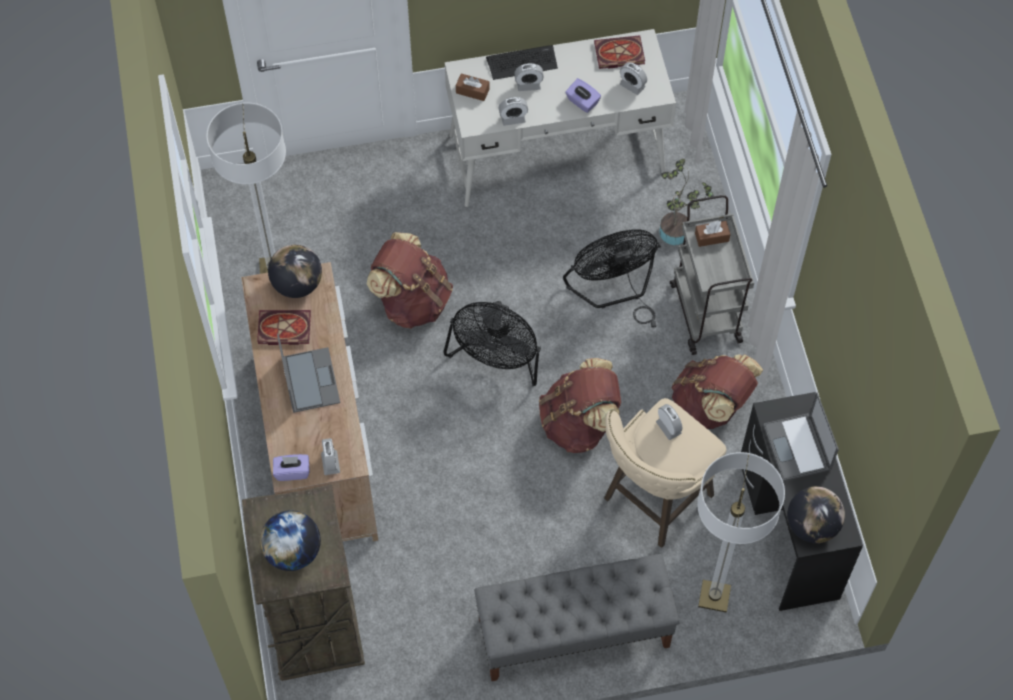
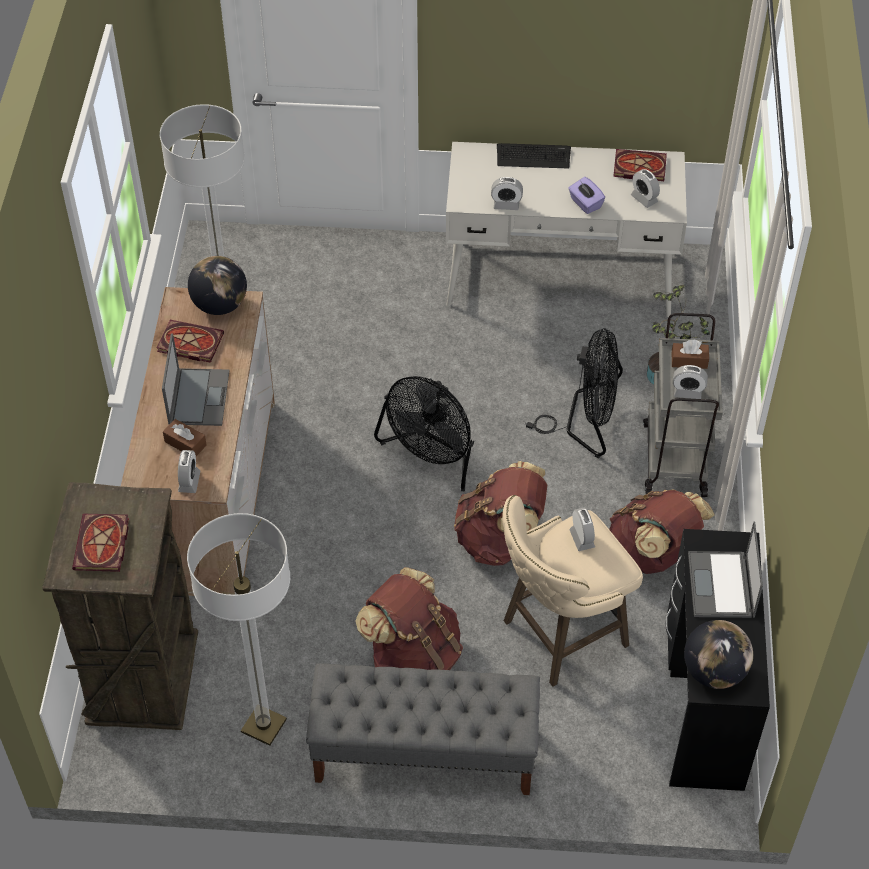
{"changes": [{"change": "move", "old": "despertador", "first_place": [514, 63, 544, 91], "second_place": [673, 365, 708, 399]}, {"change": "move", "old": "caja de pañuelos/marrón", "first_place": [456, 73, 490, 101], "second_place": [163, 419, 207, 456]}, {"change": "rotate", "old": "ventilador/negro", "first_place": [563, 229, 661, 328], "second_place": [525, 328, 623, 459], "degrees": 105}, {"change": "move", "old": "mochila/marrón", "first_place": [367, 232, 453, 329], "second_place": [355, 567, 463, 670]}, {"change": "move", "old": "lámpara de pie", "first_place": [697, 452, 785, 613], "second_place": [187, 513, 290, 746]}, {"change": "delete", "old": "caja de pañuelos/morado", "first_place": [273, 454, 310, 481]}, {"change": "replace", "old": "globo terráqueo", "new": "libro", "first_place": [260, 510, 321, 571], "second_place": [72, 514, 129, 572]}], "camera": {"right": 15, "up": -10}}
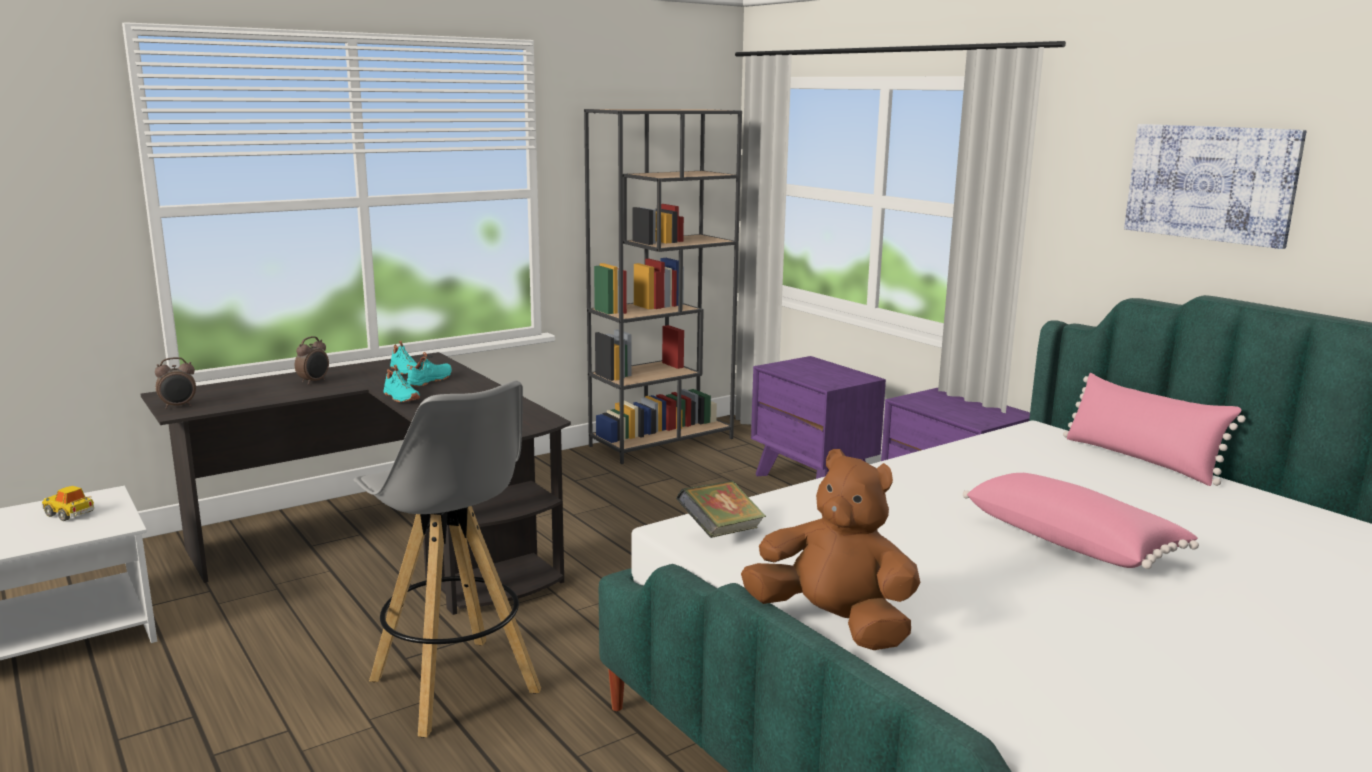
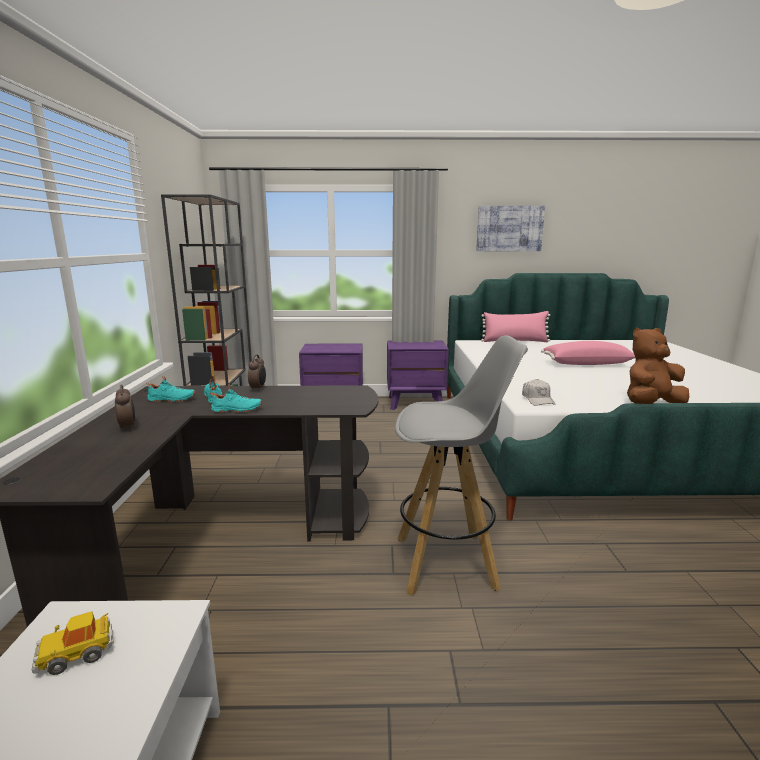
{"changes": [{"change": "move", "old": "despertador", "first_place": [155, 357, 196, 409], "second_place": [248, 355, 266, 391]}, {"change": "replace", "old": "libro", "new": "gorra/blanco", "first_place": [676, 481, 766, 538], "second_place": [522, 379, 555, 406]}], "camera": {"right": -55, "up": 0}}
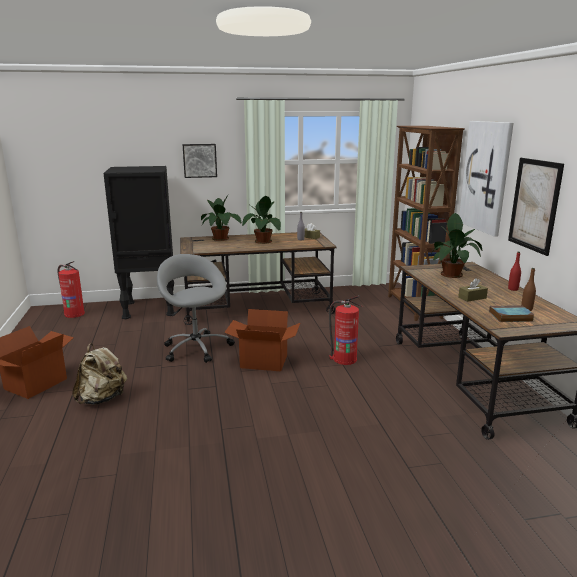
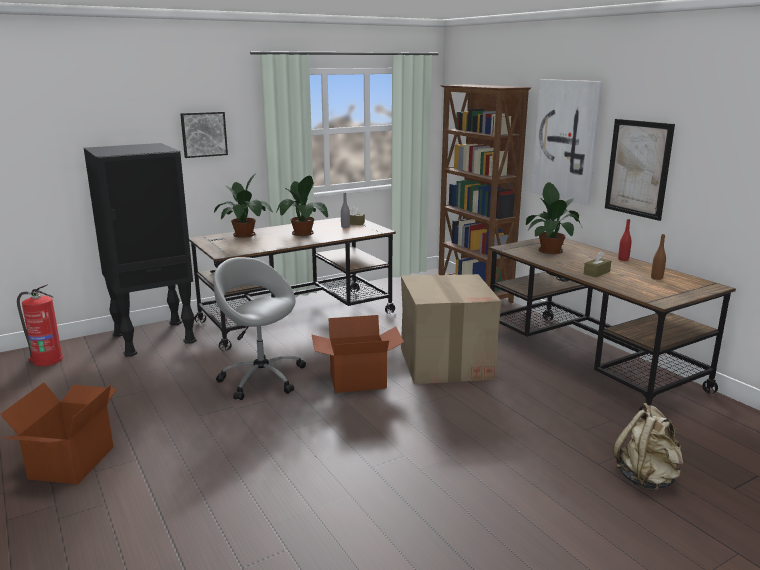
{"changes": [{"change": "replace", "old": "extintor", "new": "caja de cartón", "first_place": [329, 296, 362, 365], "second_place": [401, 274, 502, 384]}, {"change": "delete", "old": "libro", "first_place": [489, 305, 535, 322]}, {"change": "move", "old": "mochila/beis", "first_place": [72, 343, 127, 405], "second_place": [613, 403, 683, 491]}], "camera": {"right": -20, "up": 0}}
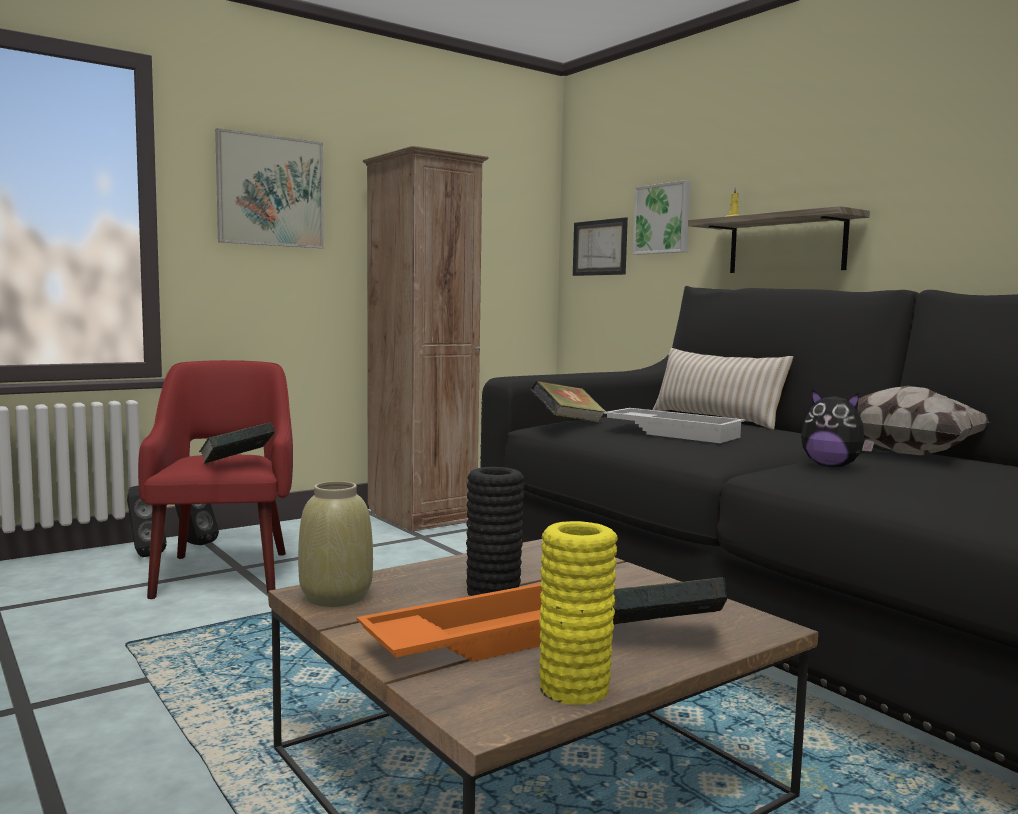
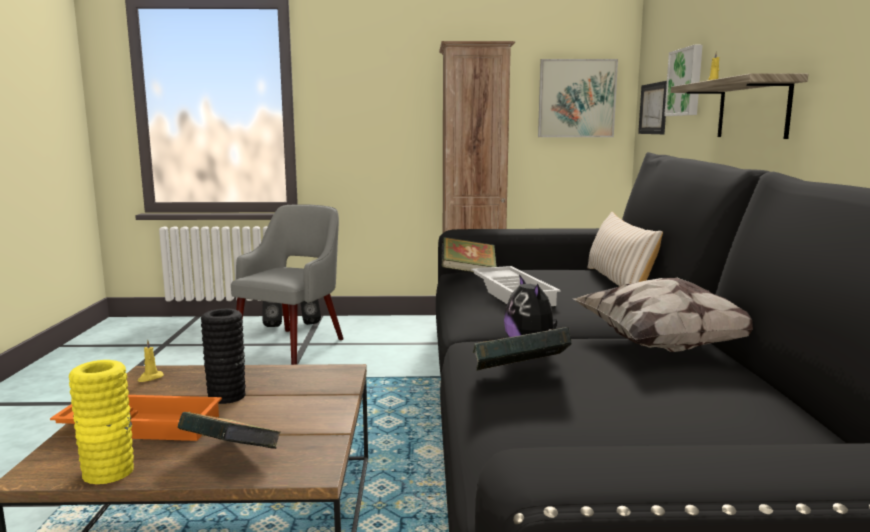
{"changes": [{"change": "move", "old": "cuadro", "first_place": [215, 128, 324, 248], "second_place": [538, 59, 618, 137]}, {"change": "recolor", "old": "sillón/rojo", "new": "sillón/gris", "first_place": [138, 360, 293, 599], "second_place": [231, 204, 343, 365]}, {"change": "move", "old": "libro", "first_place": [199, 422, 275, 464], "second_place": [473, 327, 572, 371]}, {"change": "replace", "old": "florero/beis", "new": "vela/amarillo", "first_place": [298, 481, 373, 607], "second_place": [137, 340, 164, 382]}], "camera": {"right": 35, "up": 5}}
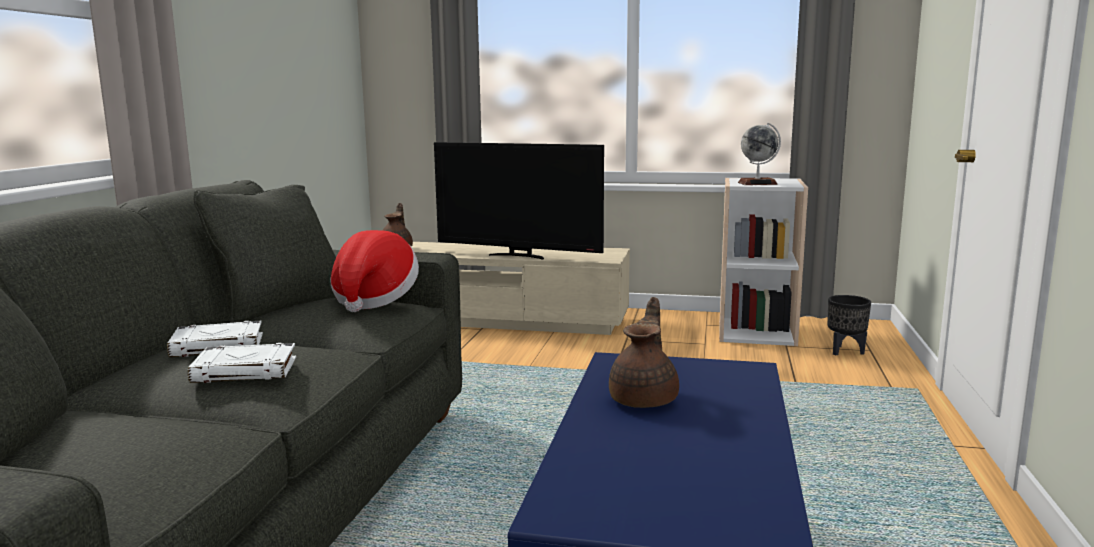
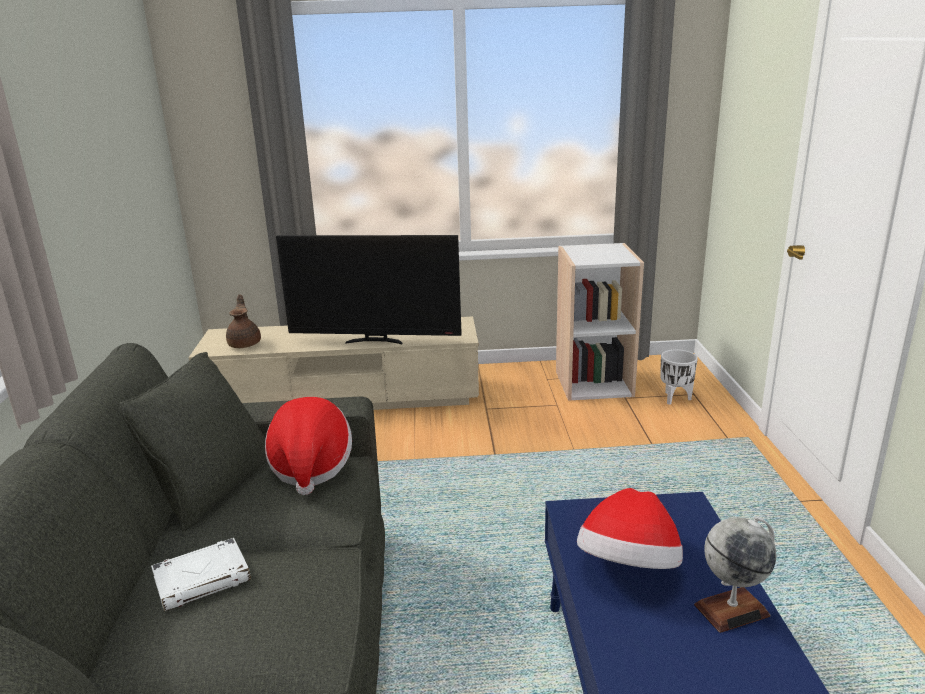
{"changes": [{"change": "move", "old": "globo terráqueo", "first_place": [738, 123, 781, 185], "second_place": [694, 516, 777, 633]}, {"change": "recolor", "old": "maceta/negro", "new": "maceta/blanco", "first_place": [828, 295, 871, 355], "second_place": [660, 349, 698, 405]}, {"change": "replace", "old": "tetera/marrón", "new": "sombrero", "first_place": [609, 297, 679, 408], "second_place": [577, 488, 683, 569]}, {"change": "delete", "old": "libro/blanco", "first_place": [188, 343, 296, 383]}], "camera": {"right": -15, "up": 10}}
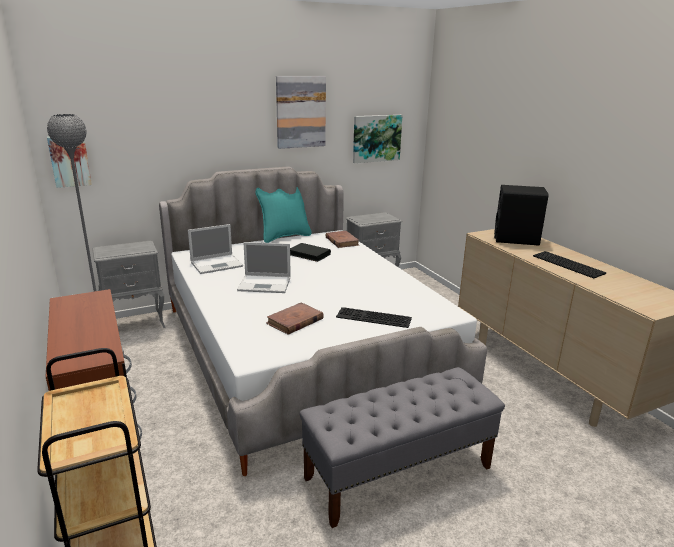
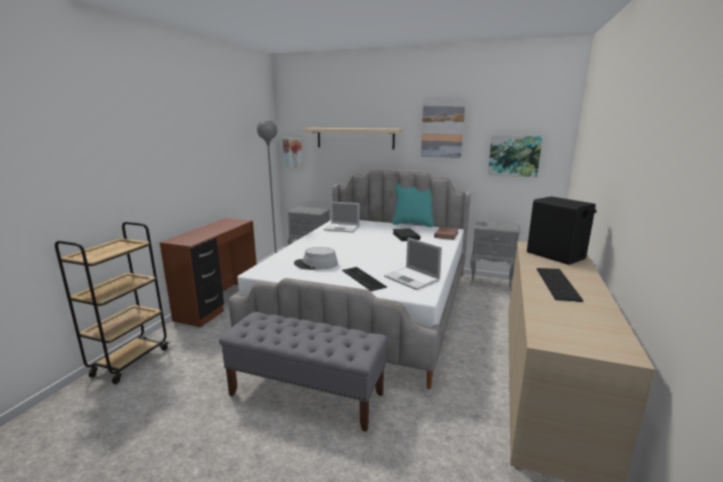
{"changes": [{"change": "move", "old": "portátil", "first_place": [237, 242, 291, 293], "second_place": [384, 237, 442, 290]}, {"change": "replace", "old": "libro/marrón", "new": "sombrero/gris", "first_place": [266, 302, 324, 335], "second_place": [294, 247, 338, 270]}, {"change": "insert", "new": "estante/beis", "second_place": [304, 128, 402, 150]}], "camera": {"right": 45, "up": -5}}
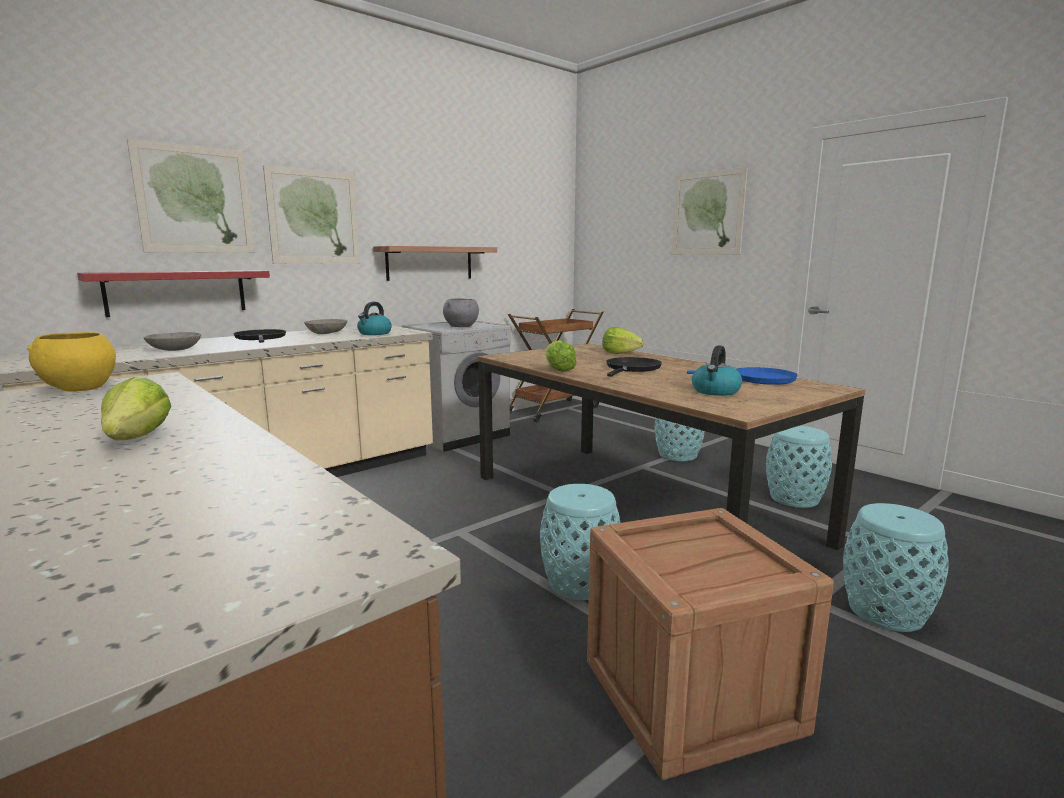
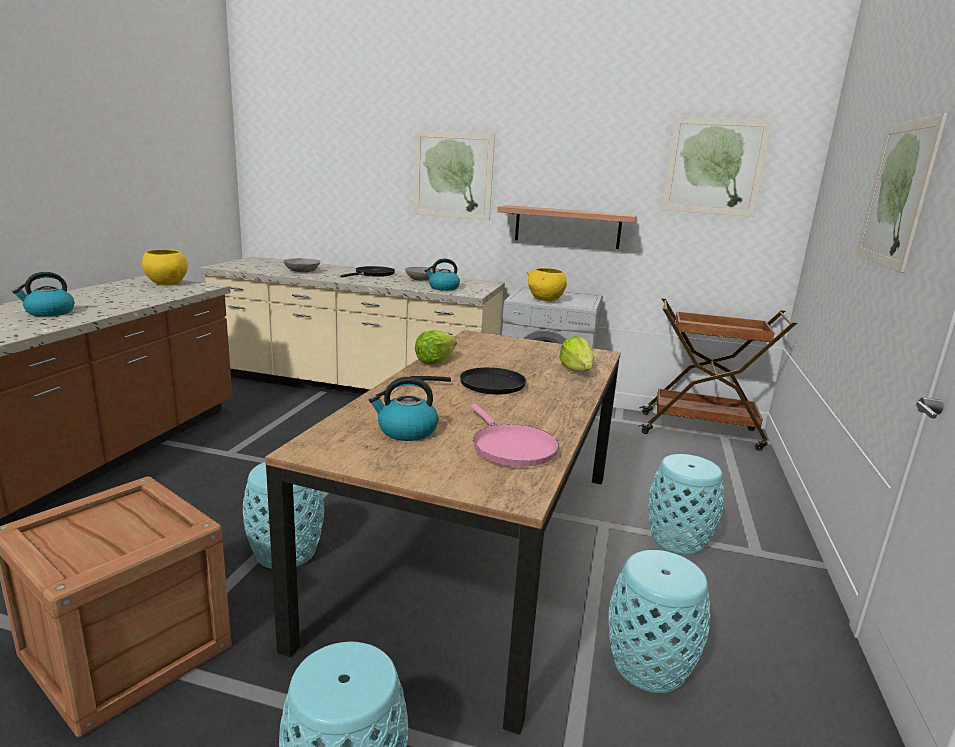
{"changes": [{"change": "move", "old": "cuadro", "first_place": [127, 139, 255, 253], "second_place": [662, 116, 773, 217]}, {"change": "delete", "old": "estante/rojo", "first_place": [77, 270, 270, 317]}, {"change": "recolor", "old": "cuenco/gris", "new": "cuenco/amarillo", "first_place": [443, 299, 479, 327], "second_place": [527, 268, 567, 302]}, {"change": "recolor", "old": "sartén/azul", "new": "sartén/rosa", "first_place": [687, 367, 798, 385], "second_place": [470, 404, 559, 467]}, {"change": "replace", "old": "lechuga", "new": "hervidor", "first_place": [101, 377, 171, 440], "second_place": [12, 272, 74, 317]}], "camera": {"right": 55, "up": 5}}
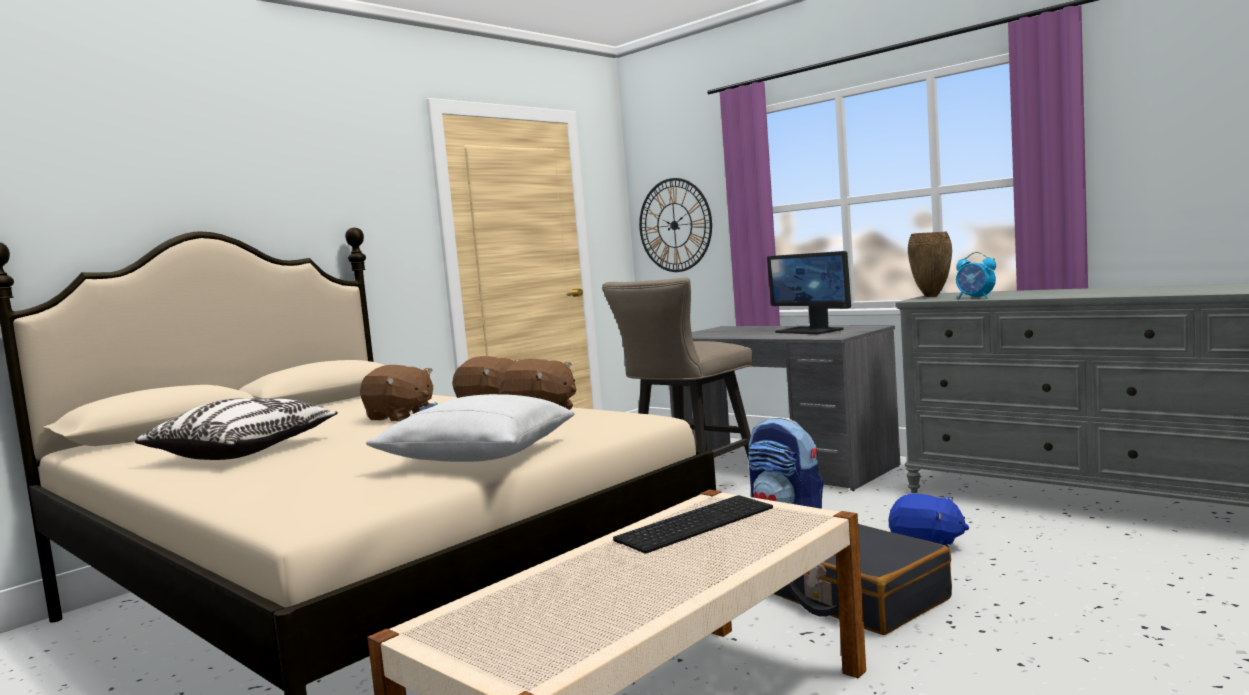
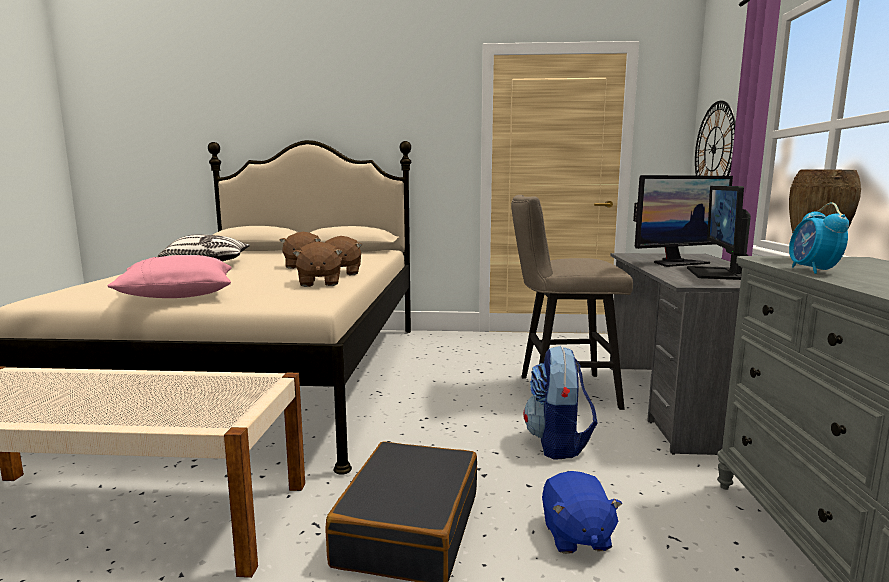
{"changes": [{"change": "recolor", "old": "cojín/gris", "new": "cojín/rosa", "first_place": [366, 394, 574, 462], "second_place": [107, 255, 231, 298]}, {"change": "delete", "old": "teclado", "first_place": [613, 495, 773, 553]}, {"change": "insert", "new": "monitor", "second_place": [633, 175, 733, 267]}], "camera": {"right": 50, "up": 5}}
